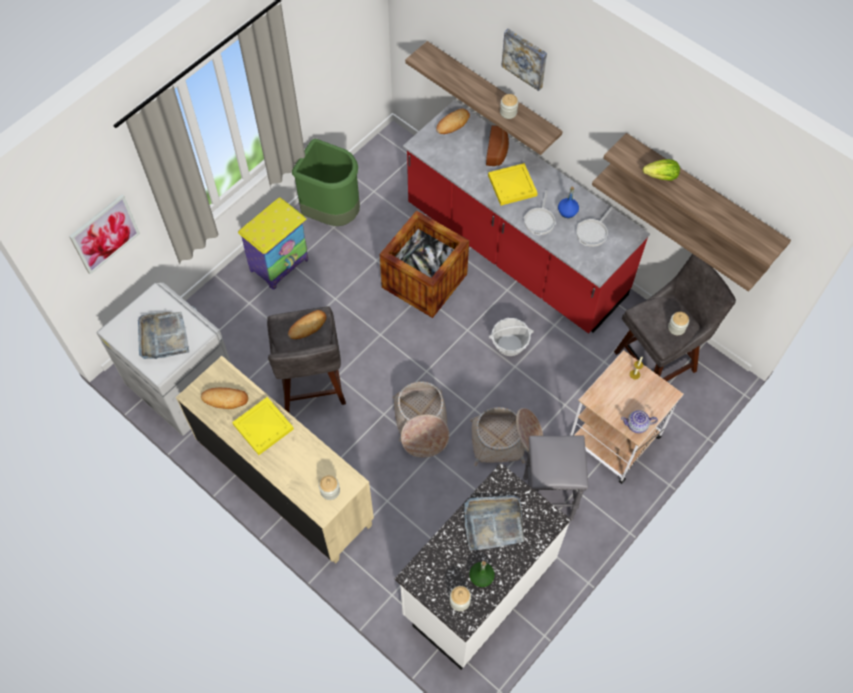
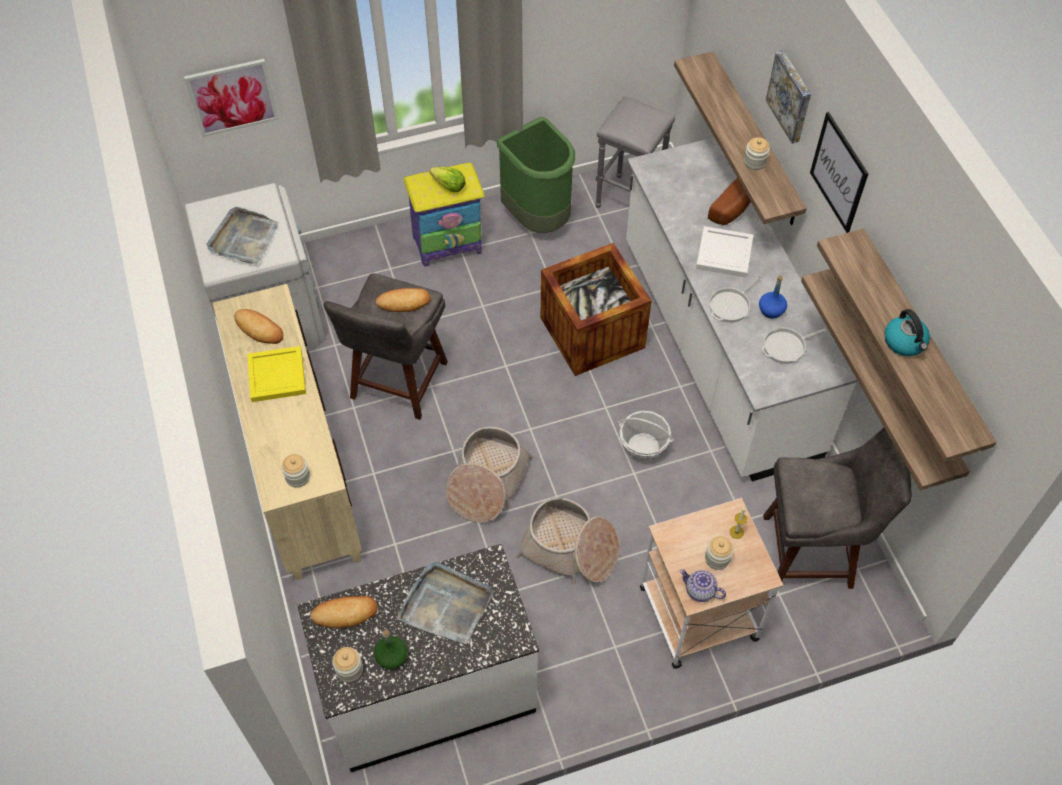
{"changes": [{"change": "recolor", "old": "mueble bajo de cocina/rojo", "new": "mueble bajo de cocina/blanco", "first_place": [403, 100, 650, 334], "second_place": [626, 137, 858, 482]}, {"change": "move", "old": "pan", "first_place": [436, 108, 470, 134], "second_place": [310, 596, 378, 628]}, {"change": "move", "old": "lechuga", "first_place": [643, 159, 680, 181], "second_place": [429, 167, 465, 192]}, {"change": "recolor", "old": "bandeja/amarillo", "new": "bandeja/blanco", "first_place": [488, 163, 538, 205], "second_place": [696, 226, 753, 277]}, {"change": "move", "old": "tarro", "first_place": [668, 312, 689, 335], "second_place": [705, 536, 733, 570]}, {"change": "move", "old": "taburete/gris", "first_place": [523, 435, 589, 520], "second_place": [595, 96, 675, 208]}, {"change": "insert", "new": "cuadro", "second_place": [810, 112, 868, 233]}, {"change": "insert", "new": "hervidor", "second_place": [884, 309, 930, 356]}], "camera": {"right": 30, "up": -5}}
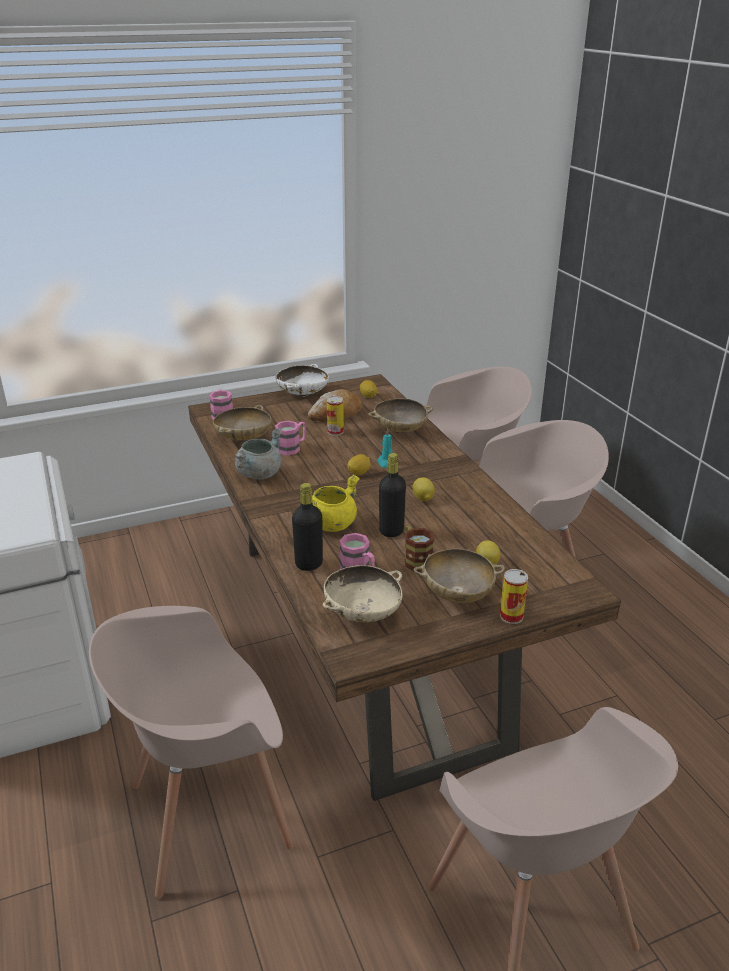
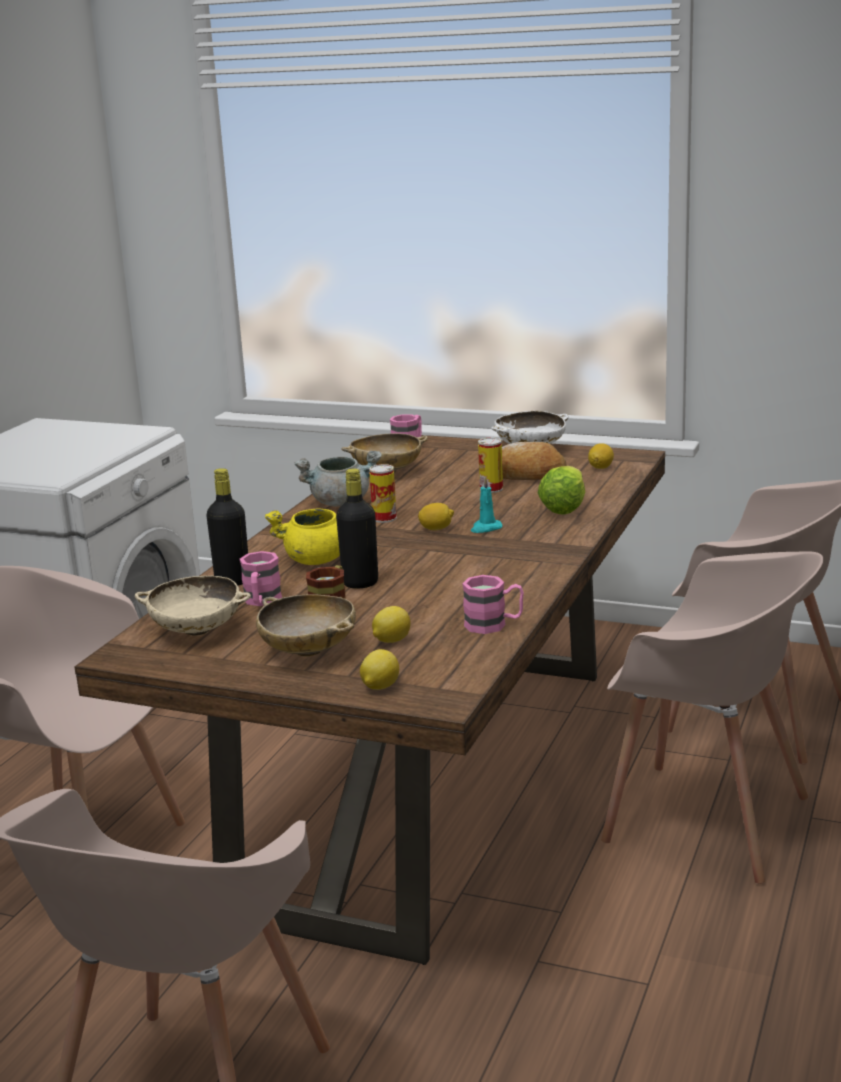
{"changes": [{"change": "replace", "old": "cuenco/beis", "new": "lechuga", "first_place": [368, 398, 433, 433], "second_place": [538, 466, 585, 515]}, {"change": "move", "old": "taza grande/rosa", "first_place": [275, 421, 306, 455], "second_place": [462, 575, 524, 634]}, {"change": "move", "old": "limón", "first_place": [413, 477, 435, 501], "second_place": [360, 649, 399, 690]}, {"change": "move", "old": "lata", "first_place": [500, 569, 528, 624], "second_place": [369, 464, 397, 523]}], "camera": {"right": 45, "up": -10}}
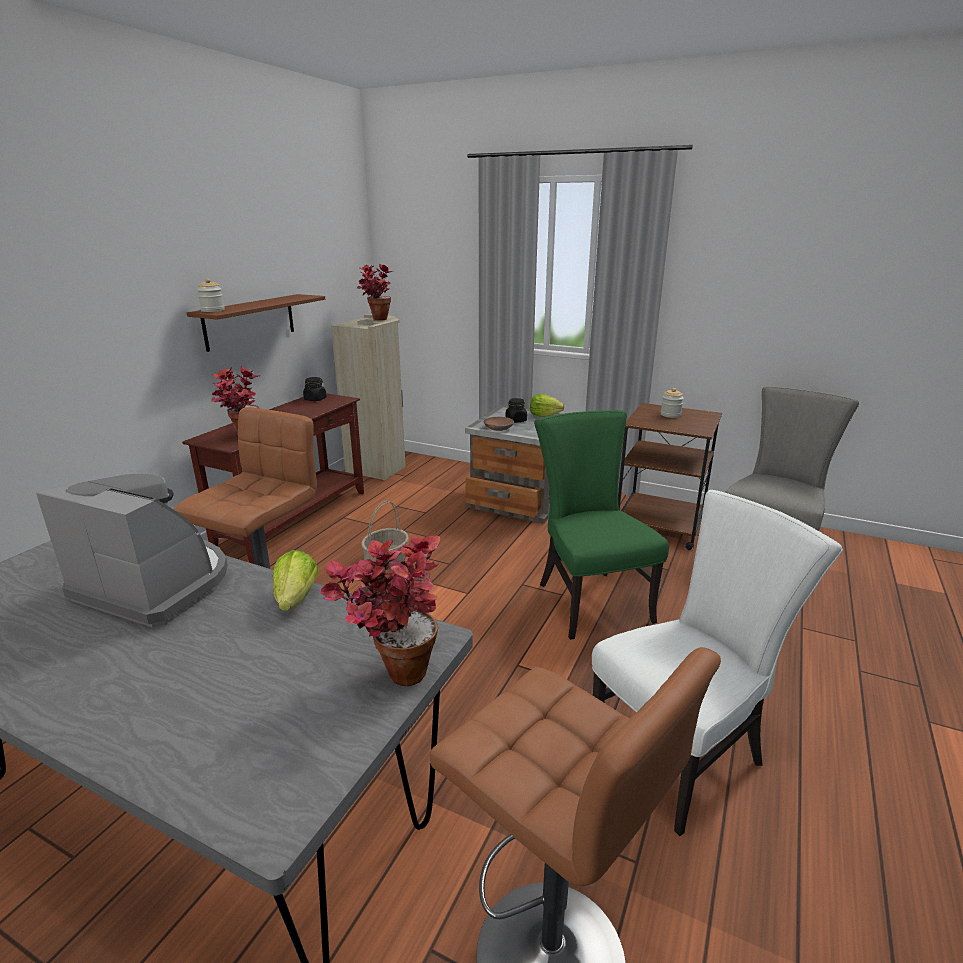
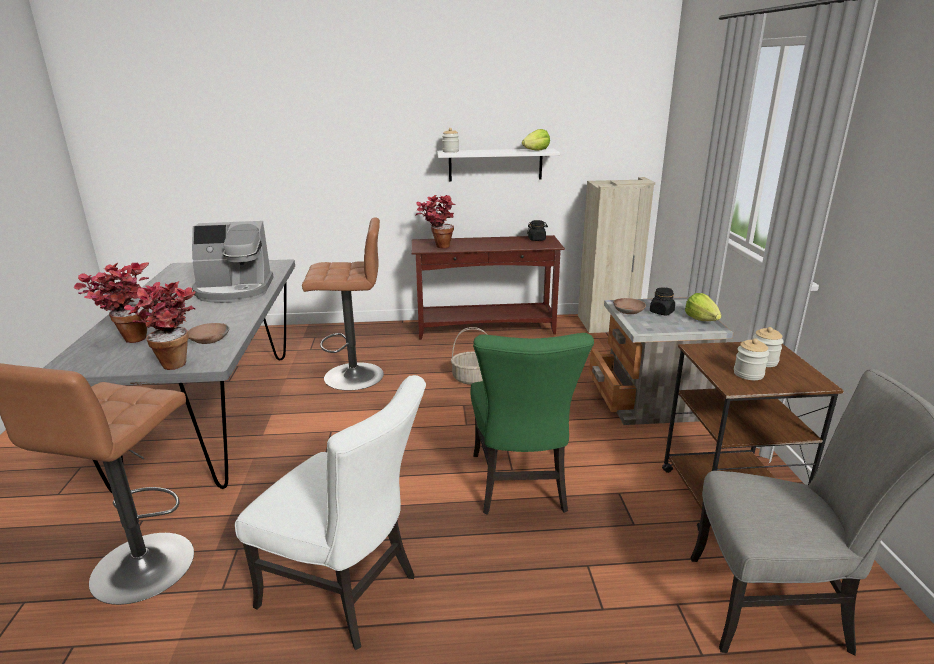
{"changes": [{"change": "move", "old": "planta en maceta", "first_place": [357, 264, 394, 320], "second_place": [74, 262, 149, 343]}, {"change": "recolor", "old": "estante/marrón", "new": "estante/blanco", "first_place": [187, 294, 325, 352], "second_place": [437, 149, 560, 182]}, {"change": "rotate", "old": "silla/verde", "first_place": [534, 410, 669, 640], "second_place": [471, 333, 594, 515], "degrees": 135}, {"change": "rotate", "old": "cafetera", "first_place": [36, 474, 228, 628], "second_place": [192, 221, 273, 303], "degrees": 90}, {"change": "move", "old": "lechuga", "first_place": [273, 550, 319, 611], "second_place": [522, 129, 550, 151]}, {"change": "insert", "new": "cuenco/marrón", "second_place": [188, 323, 229, 344]}, {"change": "insert", "new": "tarro", "second_place": [734, 338, 769, 380]}], "camera": {"right": 60, "up": 0}}
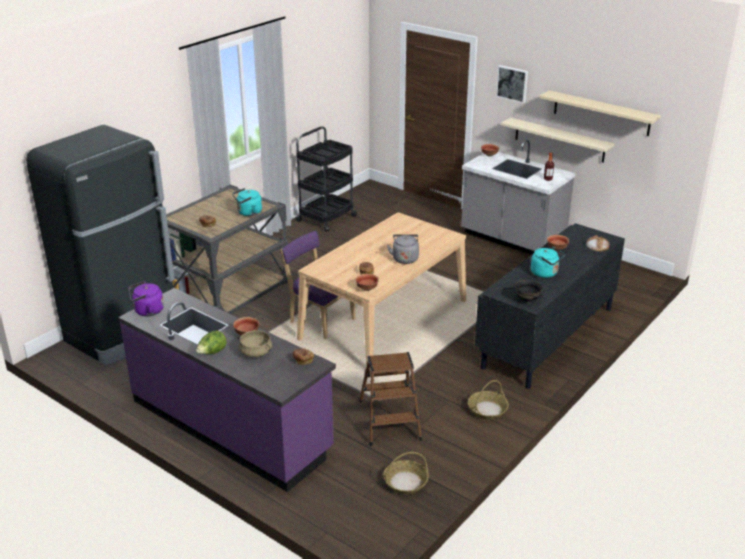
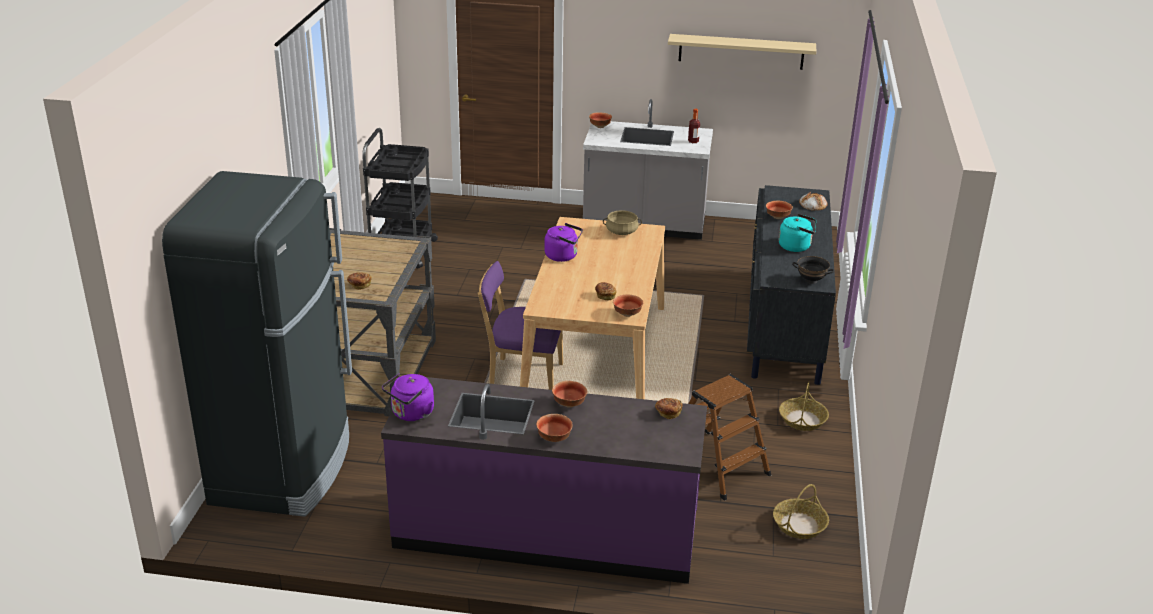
{"changes": [{"change": "delete", "old": "cuadro", "first_place": [496, 65, 528, 103]}, {"change": "delete", "old": "estante/beis", "first_place": [501, 118, 614, 163]}, {"change": "delete", "old": "hervidor/turquesa", "first_place": [232, 188, 262, 216]}, {"change": "delete", "old": "hervidor/gris", "first_place": [387, 234, 419, 264]}, {"change": "replace", "old": "lechuga", "new": "cuenco", "first_place": [196, 330, 227, 354], "second_place": [536, 414, 573, 442]}, {"change": "move", "old": "olla/beis", "first_place": [238, 330, 272, 357], "second_place": [603, 210, 642, 235]}, {"change": "insert", "new": "hervidor/morado", "second_place": [544, 223, 583, 262]}], "camera": {"right": -30, "up": 0}}
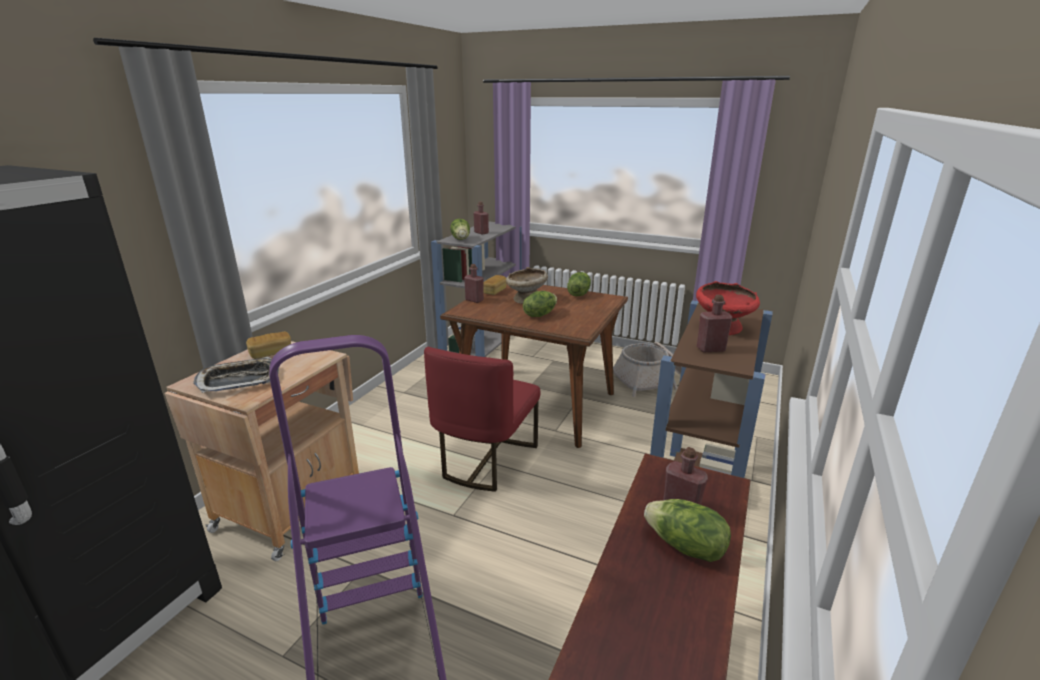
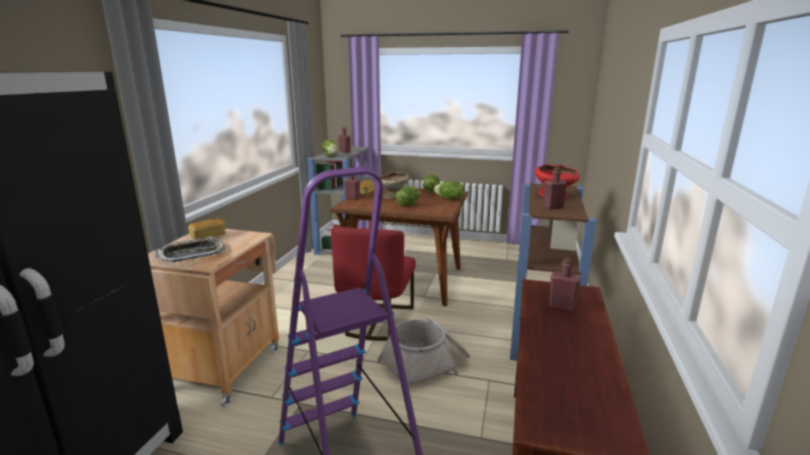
{"changes": [{"change": "move", "old": "cesta", "first_place": [613, 342, 682, 397], "second_place": [378, 316, 470, 387]}, {"change": "move", "old": "lechuga", "first_place": [644, 499, 731, 562], "second_place": [434, 181, 464, 200]}], "camera": {"right": -10, "up": -5}}
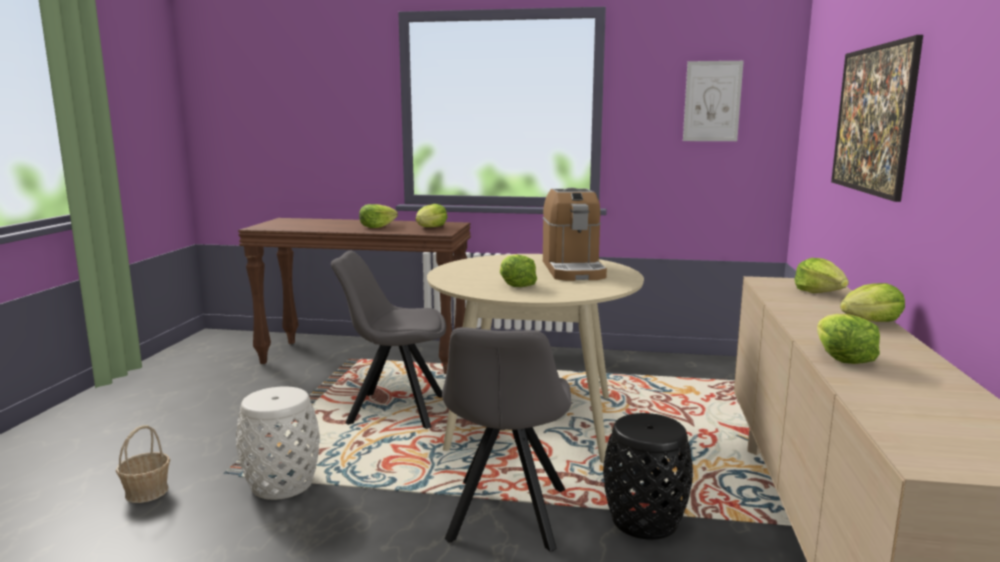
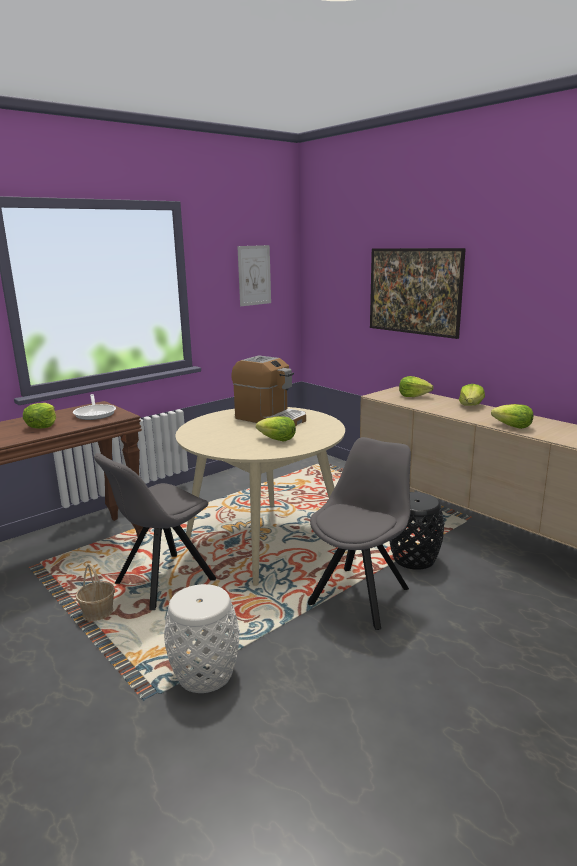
{"changes": [{"change": "replace", "old": "lechuga", "new": "sartén", "first_place": [415, 204, 448, 227], "second_place": [73, 394, 116, 420]}, {"change": "rotate", "old": "silla/gris", "first_place": [442, 327, 571, 551], "second_place": [308, 437, 411, 630], "degrees": -105}, {"change": "move", "old": "cesta", "first_place": [116, 425, 170, 503], "second_place": [76, 563, 115, 622]}], "camera": {"right": -50, "up": 5}}
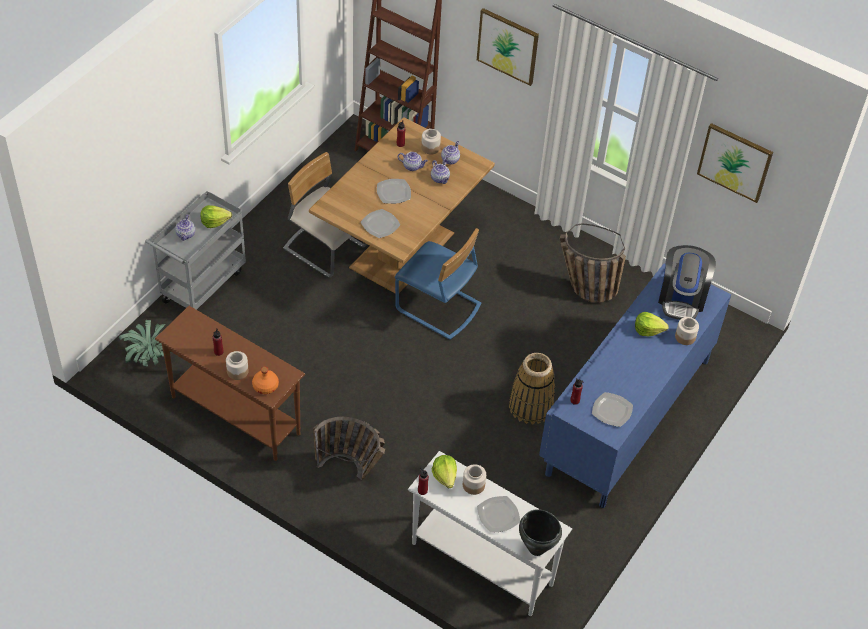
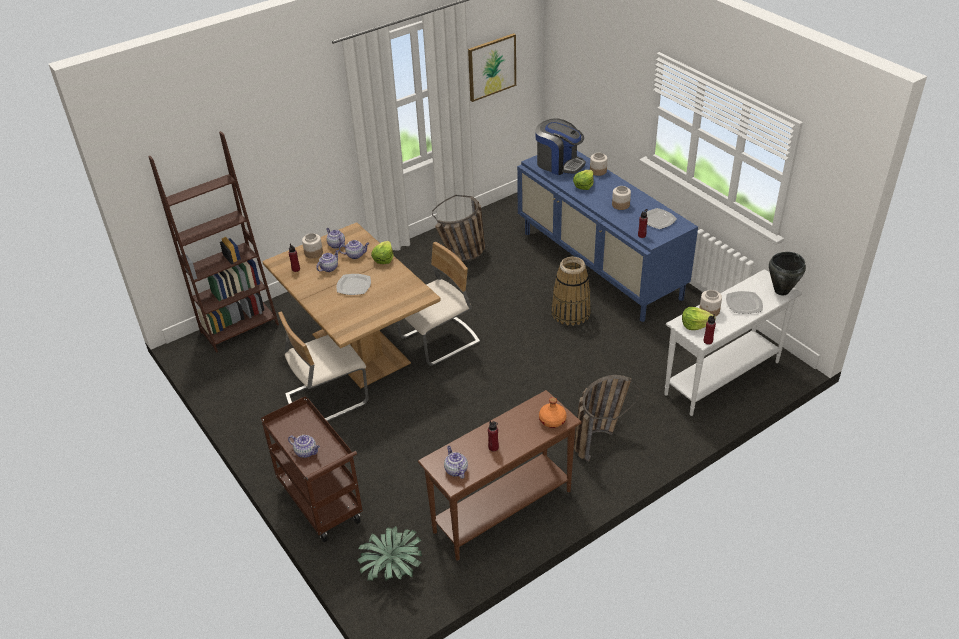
{"changes": [{"change": "delete", "old": "cuadro", "first_place": [477, 8, 539, 86]}, {"change": "recolor", "old": "carrito/gris", "new": "carrito/marrón", "first_place": [145, 191, 246, 310], "second_place": [261, 396, 363, 542]}, {"change": "move", "old": "lechuga", "first_place": [200, 205, 232, 228], "second_place": [371, 241, 393, 264]}, {"change": "delete", "old": "plato", "first_place": [361, 209, 400, 238]}, {"change": "recolor", "old": "silla/azul", "new": "silla/beis", "first_place": [395, 228, 481, 340], "second_place": [397, 242, 480, 366]}, {"change": "move", "old": "tarro", "first_place": [226, 351, 249, 380], "second_place": [612, 186, 631, 210]}, {"change": "insert", "new": "tetera", "second_place": [444, 446, 468, 479]}], "camera": {"right": -65, "up": -10}}
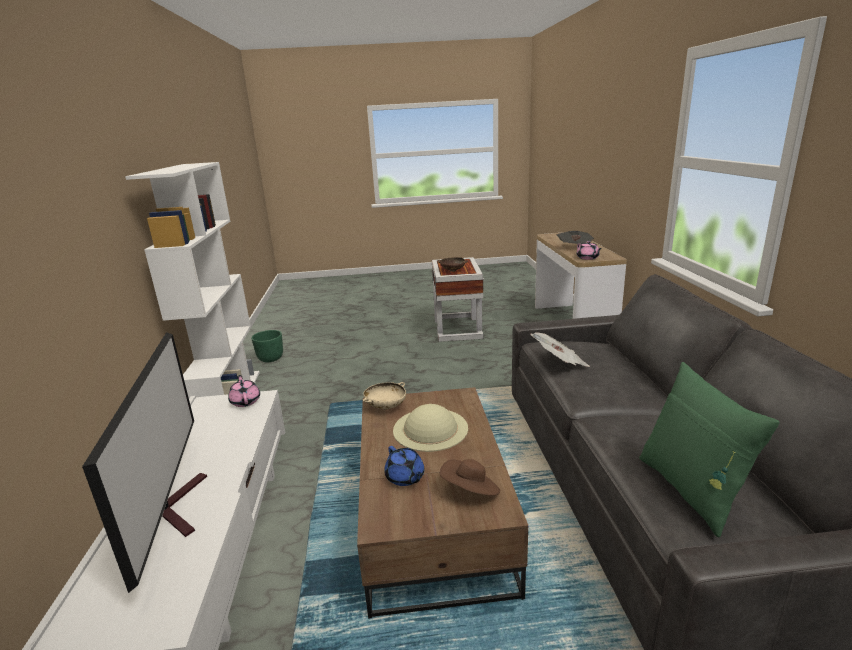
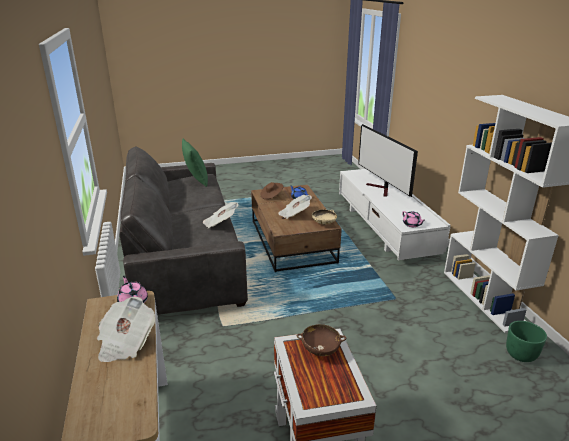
{"changes": [{"change": "replace", "old": "sombrero/beis", "new": "periódico", "first_place": [393, 404, 468, 452], "second_place": [278, 195, 312, 219]}], "camera": {"right": 170, "up": 5}}
